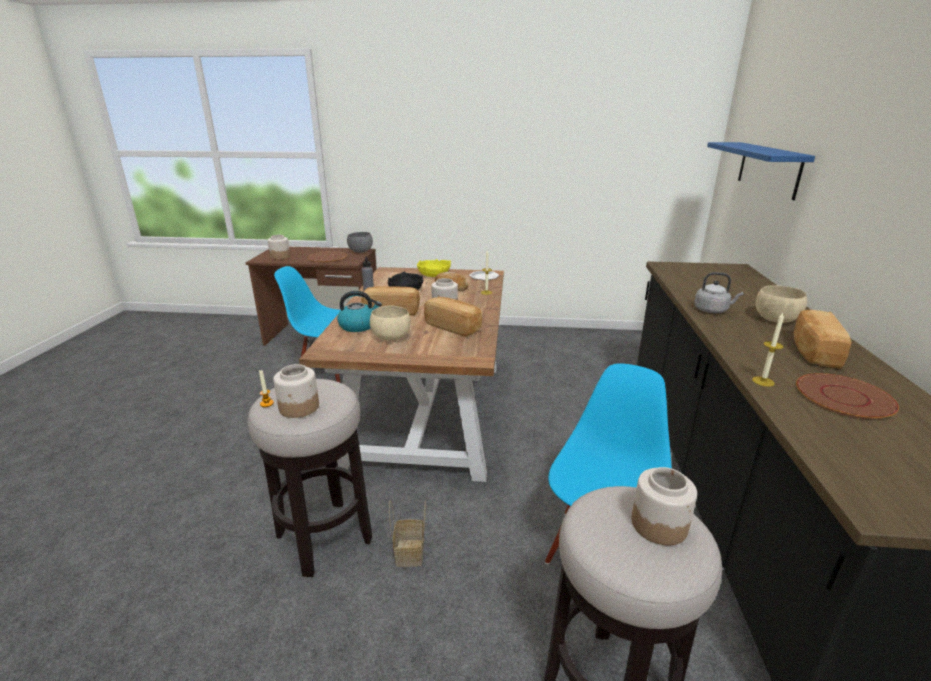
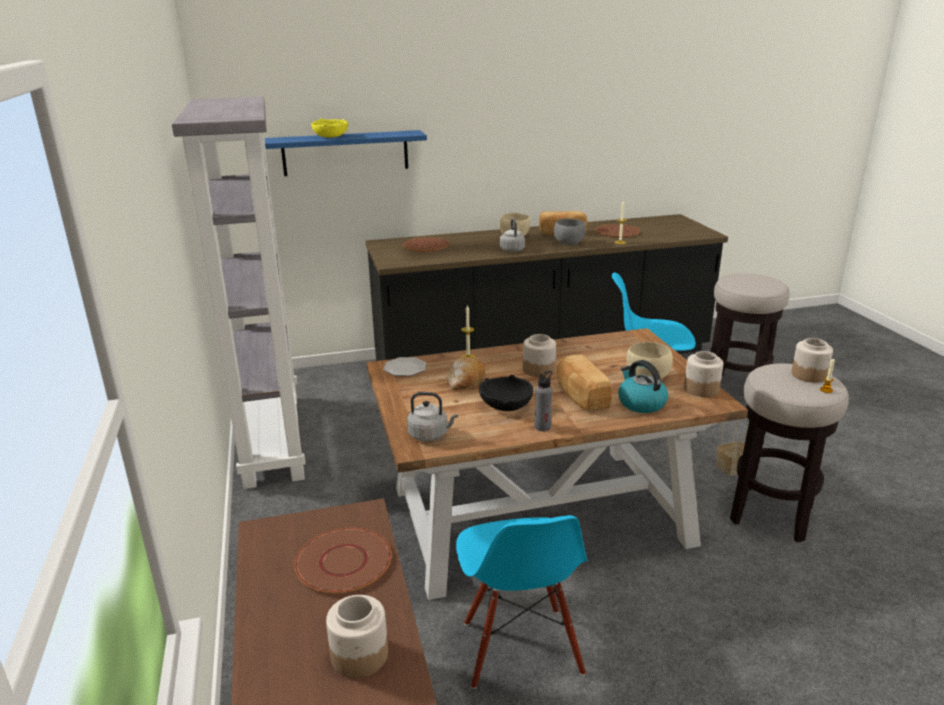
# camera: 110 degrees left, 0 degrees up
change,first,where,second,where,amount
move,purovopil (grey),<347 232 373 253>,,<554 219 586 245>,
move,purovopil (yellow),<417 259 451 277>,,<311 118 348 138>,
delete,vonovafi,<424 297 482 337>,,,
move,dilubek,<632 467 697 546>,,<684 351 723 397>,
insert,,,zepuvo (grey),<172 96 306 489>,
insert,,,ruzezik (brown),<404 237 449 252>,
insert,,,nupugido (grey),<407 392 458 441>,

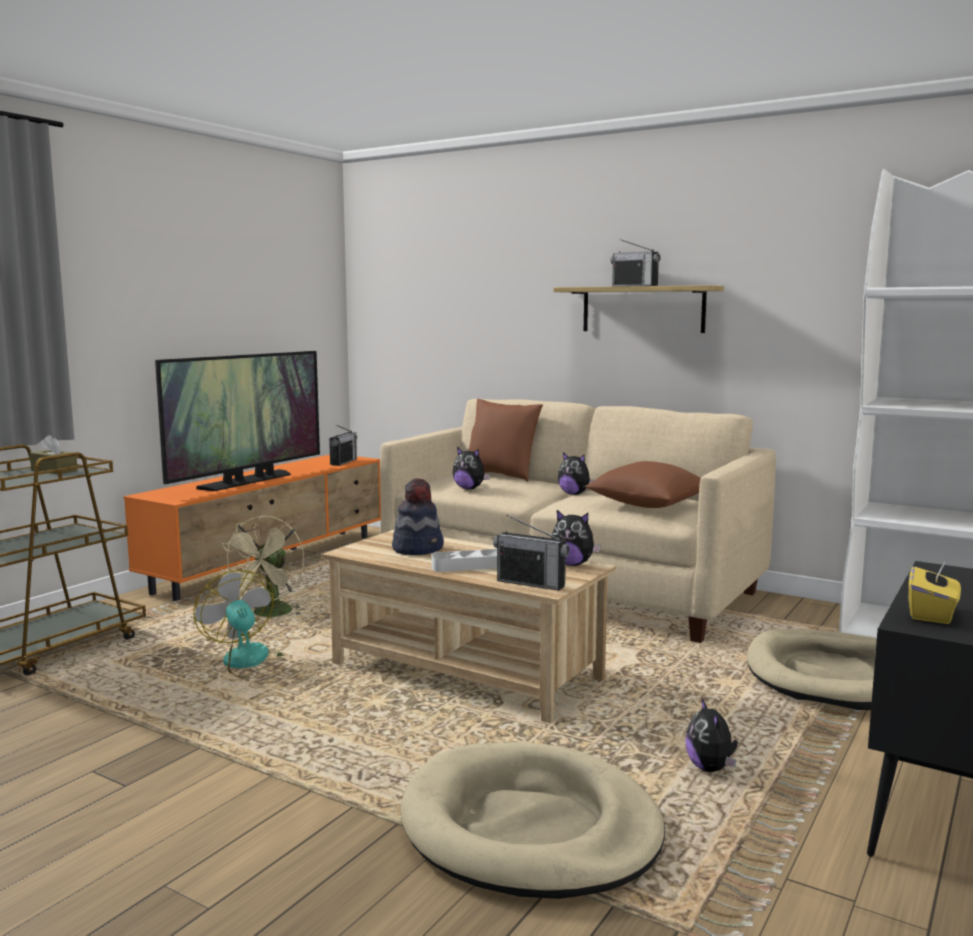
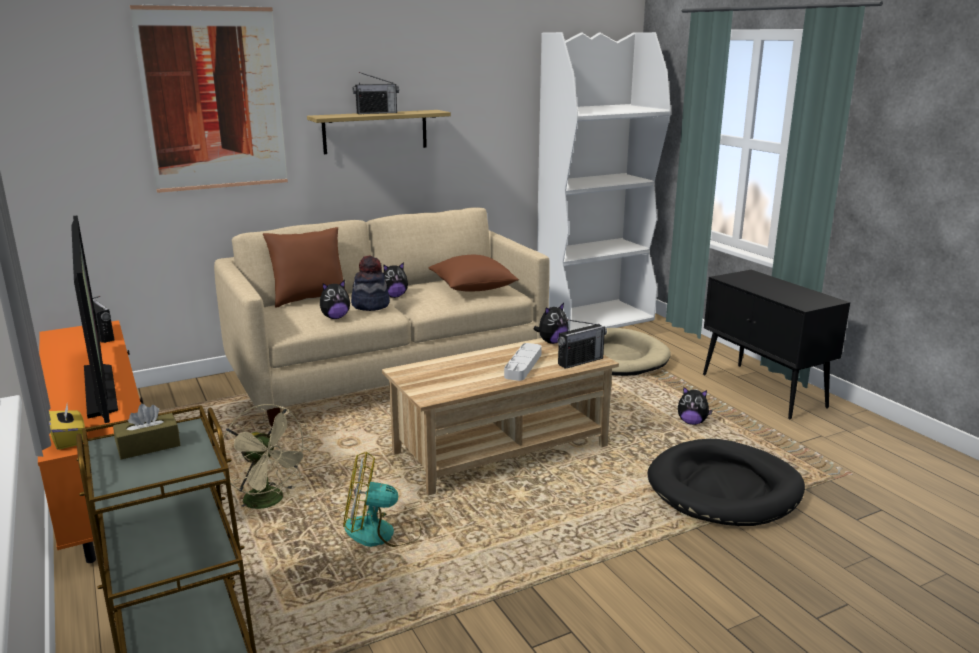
# camera: 60 degrees left, 10 degrees up
change,first,where,second,where,amount
move,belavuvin,<392 478 444 555>,,<351 255 390 311>,
recolor,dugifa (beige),<400 742 665 899>,dugifa (black),<647 439 805 526>,
move,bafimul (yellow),<909 560 961 624>,,<49 404 85 450>,
insert,,,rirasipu,<130 4 288 193>,

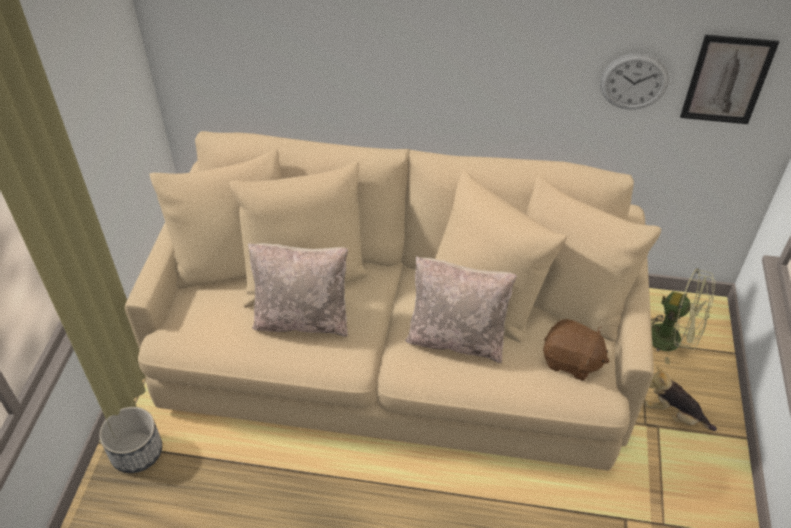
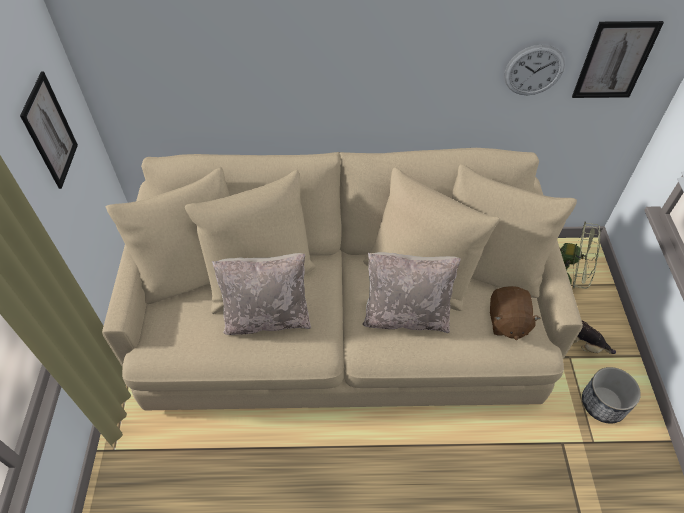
# camera: 10 degrees left, 5 degrees up
change,first,where,second,where,amount
move,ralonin,<99 407 162 473>,,<582 367 641 424>,
rotate,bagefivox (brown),<543 319 610 381>,,<490 286 541 340>,75 degrees clockwise
insert,,,rirasipu,<20 71 78 189>,

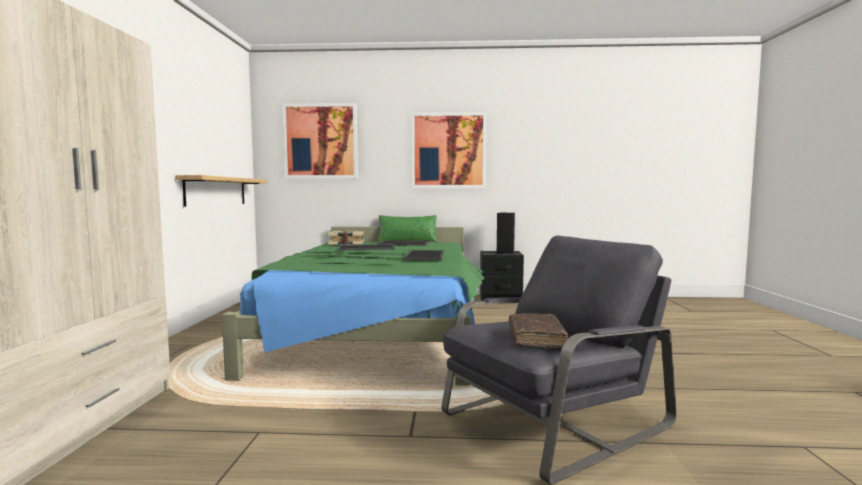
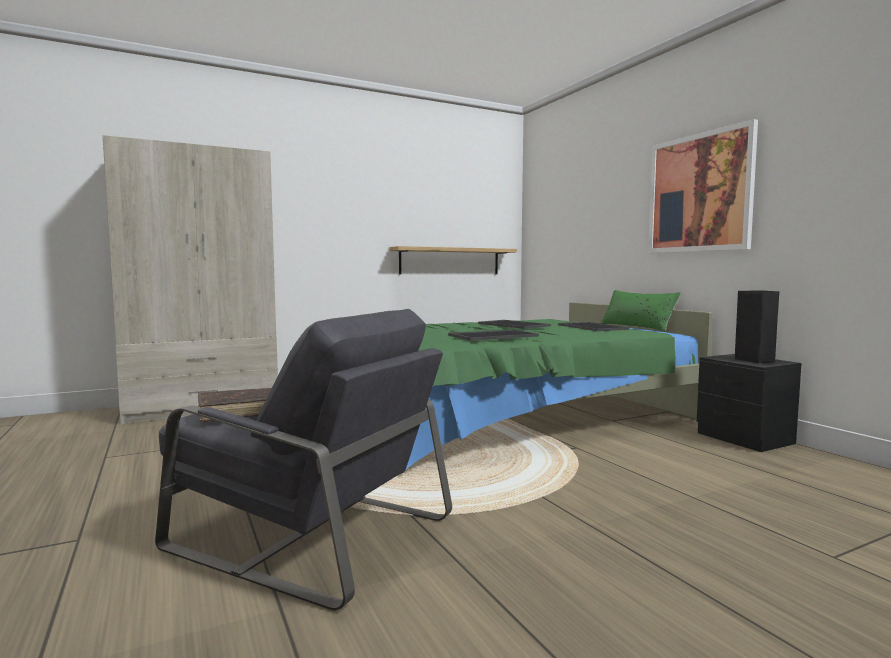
# camera: 60 degrees right, 0 degrees up
change,first,where,second,where,amount
delete,rirasipu,<282 103 358 179>,,,
delete,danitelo,<328 230 364 245>,,,

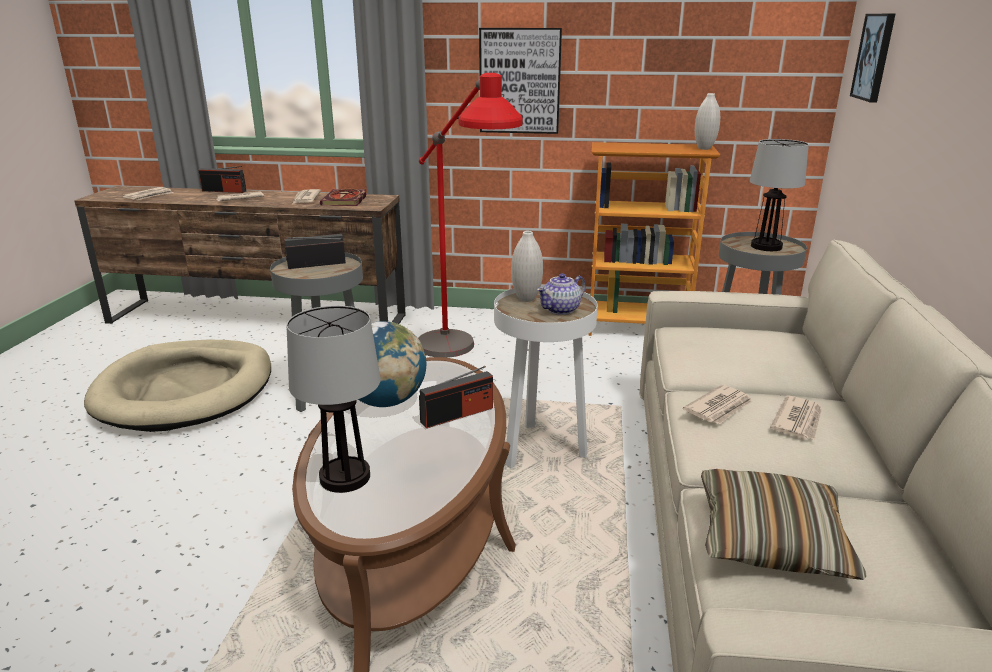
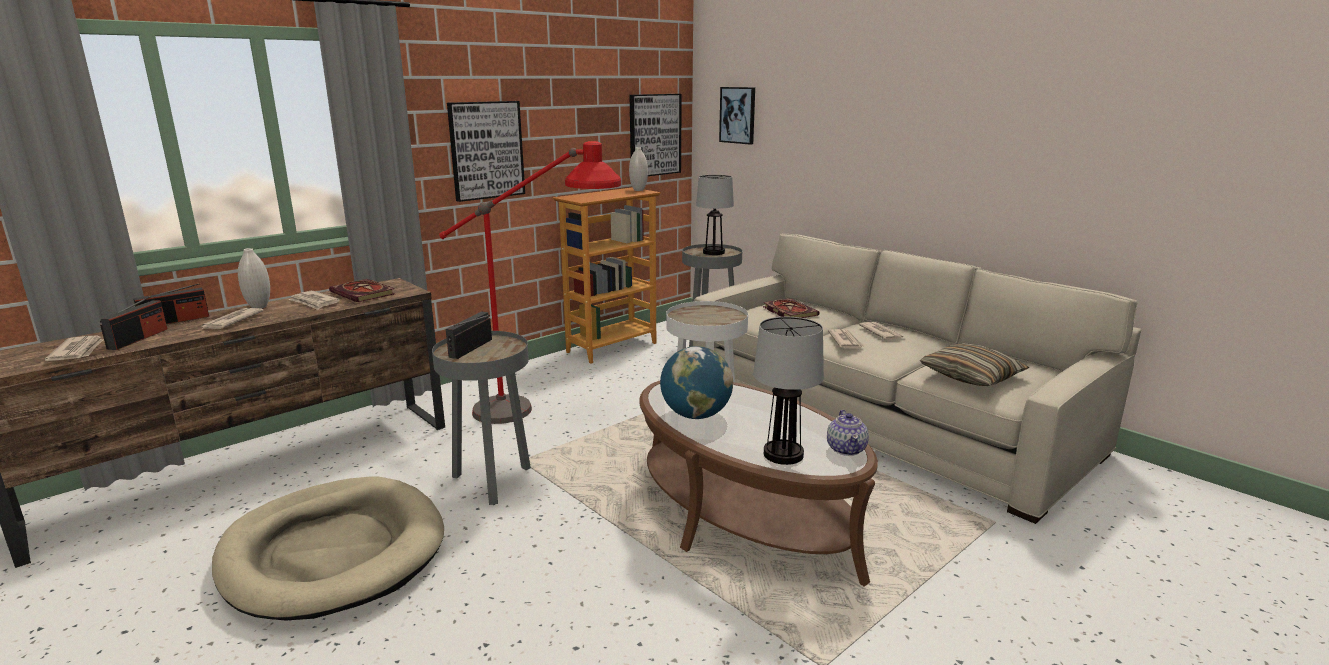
# camera: 50 degrees left, 5 degrees down
change,first,where,second,where,amount
move,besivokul,<419 366 493 428>,,<100 296 167 350>,
move,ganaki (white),<511 231 543 302>,,<238 248 270 309>,
move,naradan,<537 273 586 315>,,<827 410 869 456>,
insert,,,rirasipu,<630 94 682 176>,
insert,,,danitelo,<763 298 820 318>,

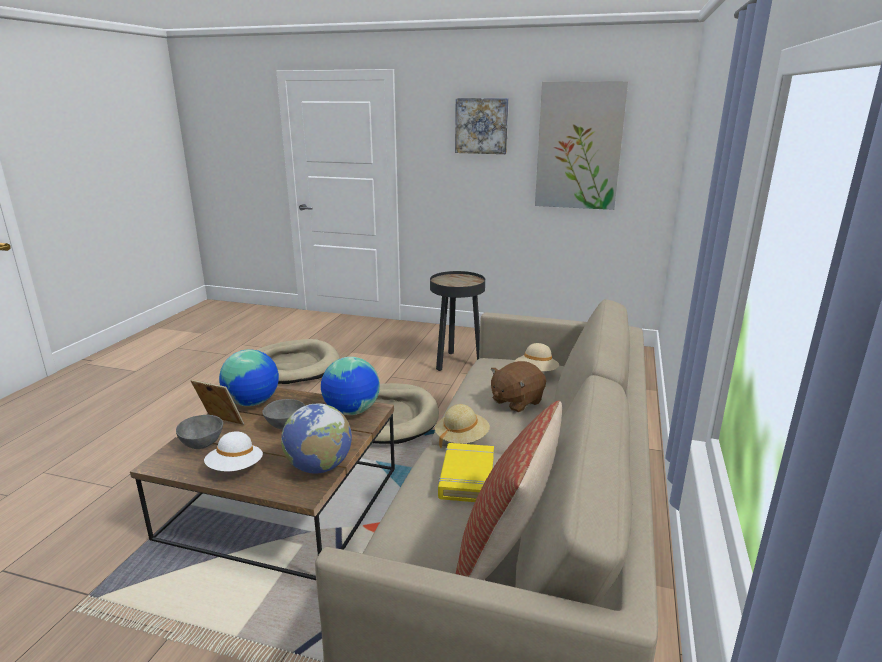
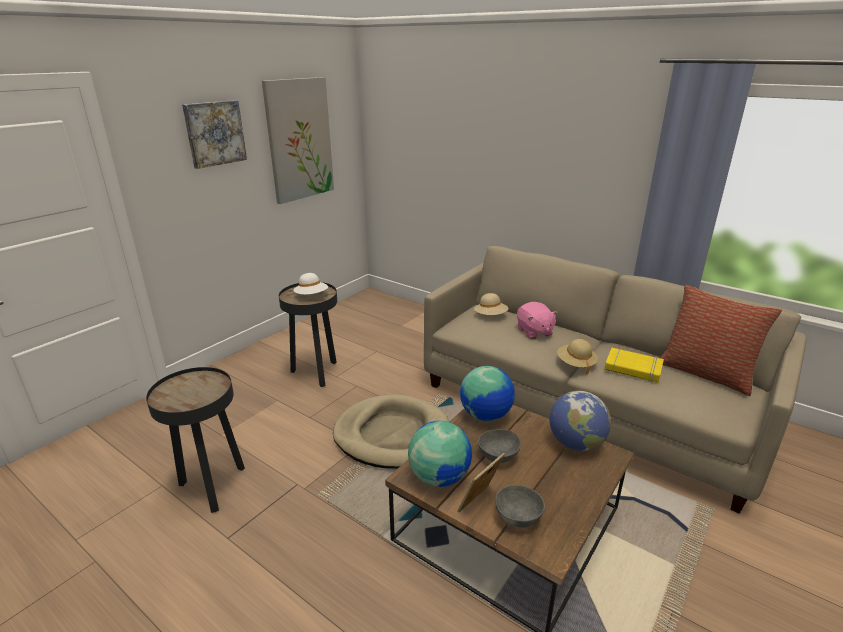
# camera: 70 degrees left, 5 degrees up
change,first,where,second,where,amount
move,belavuvin (white),<204 431 263 472>,,<294 273 328 295>,
replace,dugifa (beige),<257 339 340 384>,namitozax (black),<146 367 245 513>,
recolor,bagefivox (brown),<491 361 546 412>,bagefivox (pink),<517 302 558 339>,

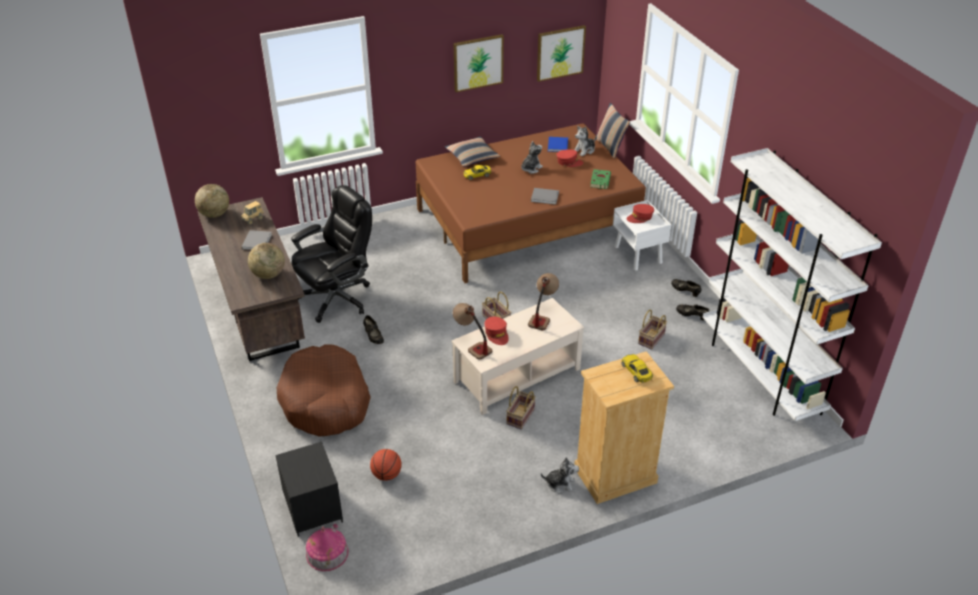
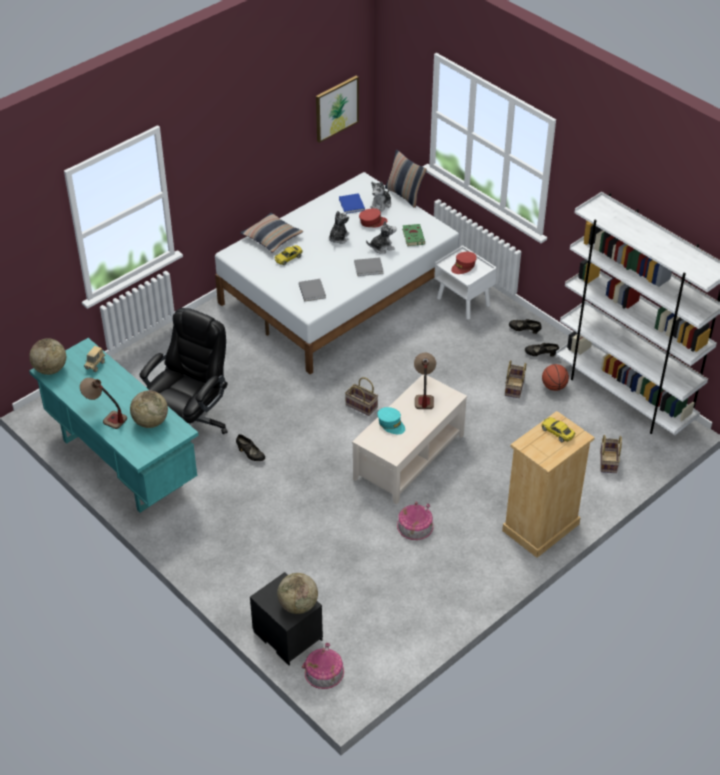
# camera: 20 degrees left, 5 degrees up
change,first,where,second,where,amount
recolor,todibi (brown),<197 197 305 361>,todibi (turquoise),<29 338 199 513>,
move,danitelo (grey),<242 230 272 250>,,<299 279 326 302>,
delete,dugifa (brown),<277 344 371 437>,,,
move,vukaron,<370 449 402 481>,,<542 364 569 391>,
recolor,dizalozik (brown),<416 123 646 283>,dizalozik (white),<215 172 459 375>,
move,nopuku,<453 303 493 360>,,<80 378 127 429>,
delete,rirasipu,<454 34 504 92>,,,
recolor,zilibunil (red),<484 317 509 345>,zilibunil (turquoise),<377 407 405 434>,
move,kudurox,<506 386 535 430>,,<600 435 622 473>,
move,bagefivox,<541 457 579 494>,,<366 221 396 253>,
insert,,,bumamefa,<277 573 318 614>,
insert,,,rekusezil,<397 501 434 540>,

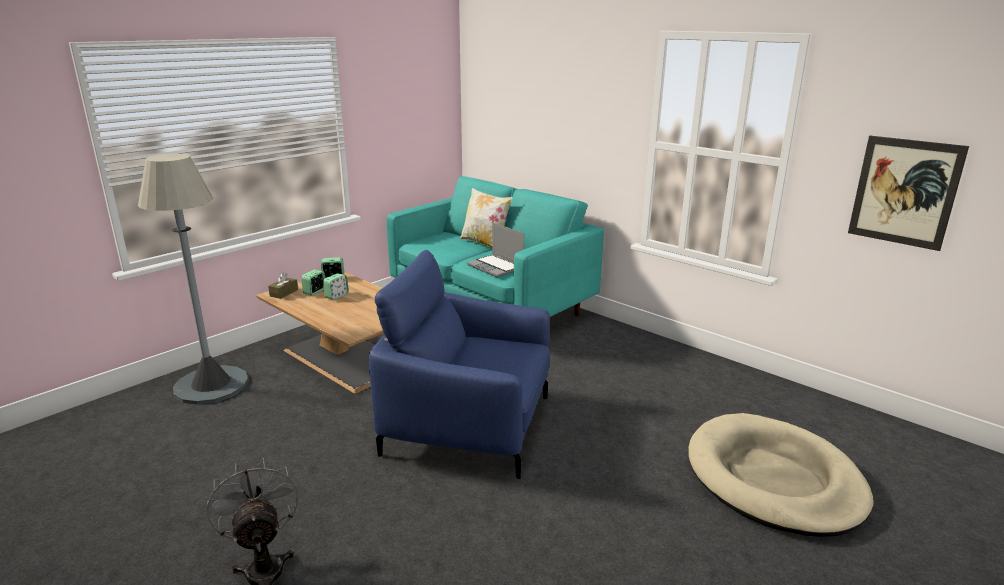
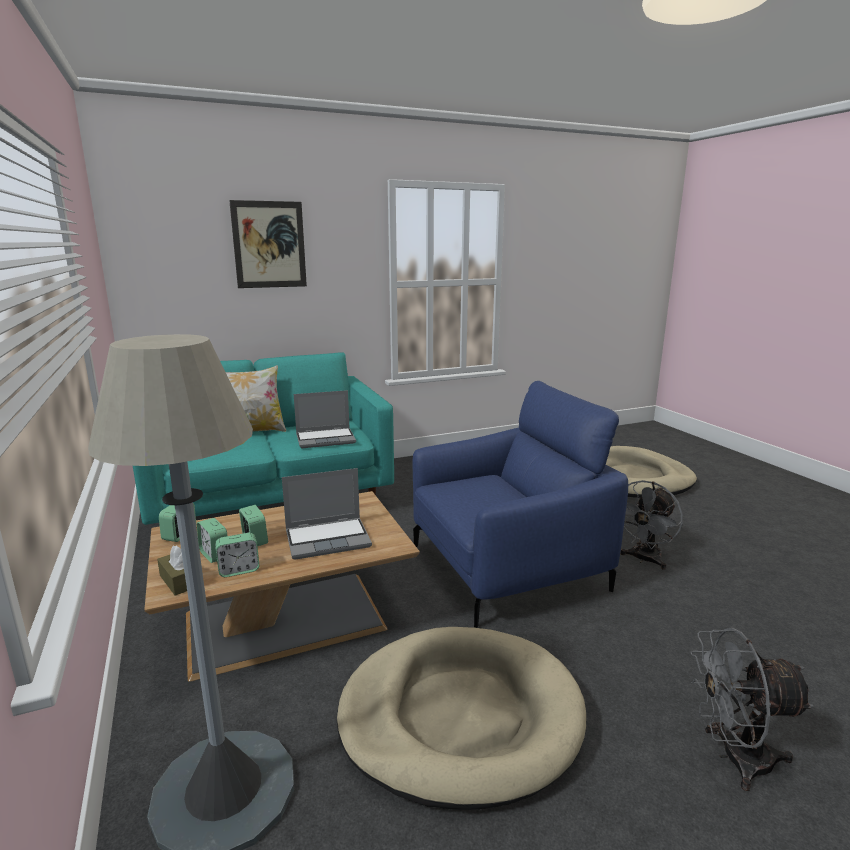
# camera: 65 degrees left, 5 degrees down
change,first,where,second,where,amount
rotate,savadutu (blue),<369 250 550 479>,,<413 381 628 628>,150 degrees counterclockwise
move,rirasipu,<848 135 969 251>,,<229 200 307 288>,
insert,,,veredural,<215 533 259 577>,
insert,,,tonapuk,<282 468 372 560>,
insert,,,dugifa (beige),<337 627 586 810>,
insert,,,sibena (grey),<620 480 683 570>,

